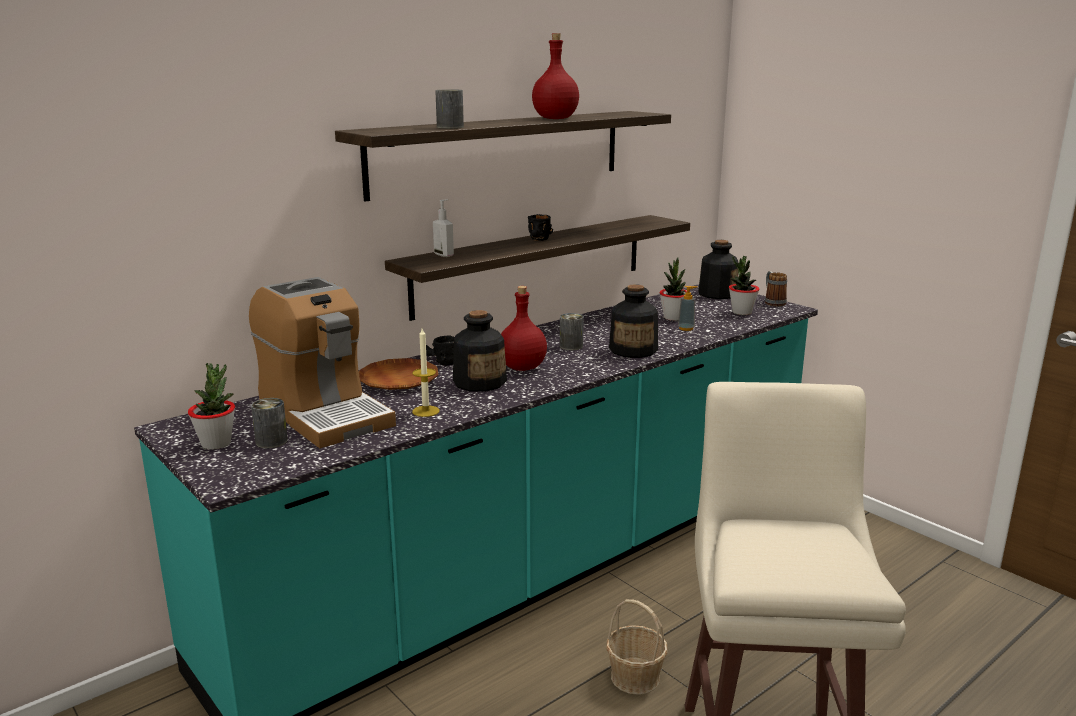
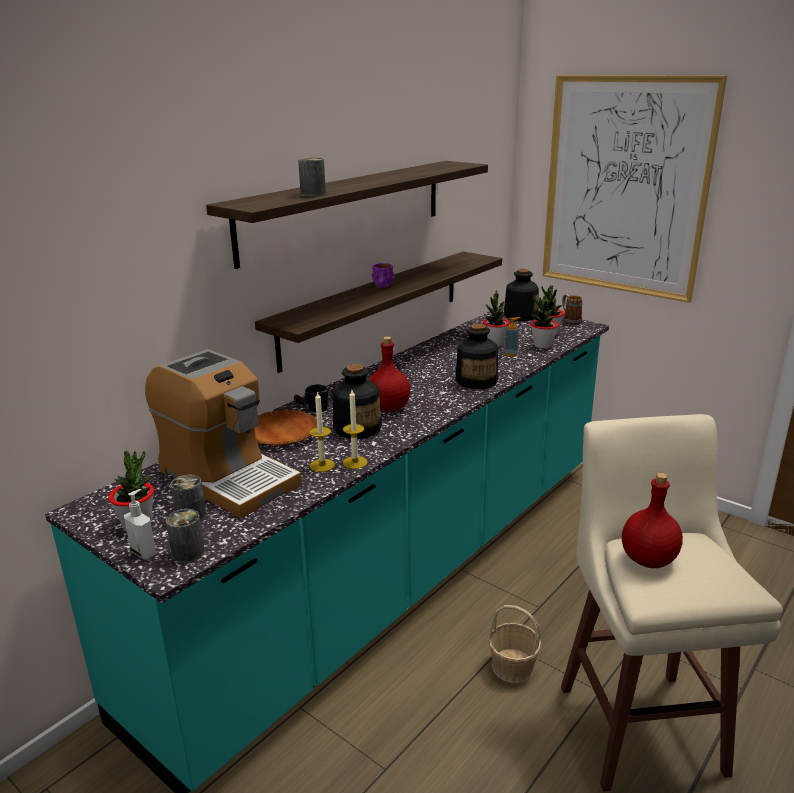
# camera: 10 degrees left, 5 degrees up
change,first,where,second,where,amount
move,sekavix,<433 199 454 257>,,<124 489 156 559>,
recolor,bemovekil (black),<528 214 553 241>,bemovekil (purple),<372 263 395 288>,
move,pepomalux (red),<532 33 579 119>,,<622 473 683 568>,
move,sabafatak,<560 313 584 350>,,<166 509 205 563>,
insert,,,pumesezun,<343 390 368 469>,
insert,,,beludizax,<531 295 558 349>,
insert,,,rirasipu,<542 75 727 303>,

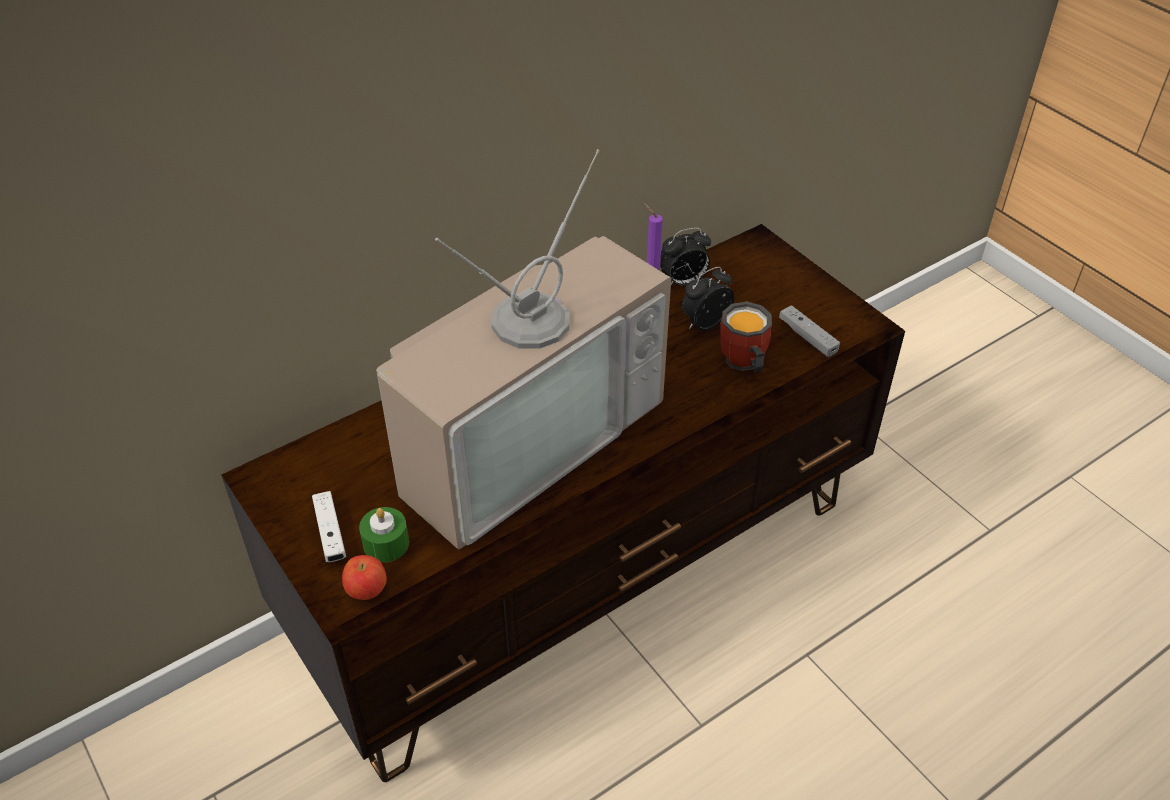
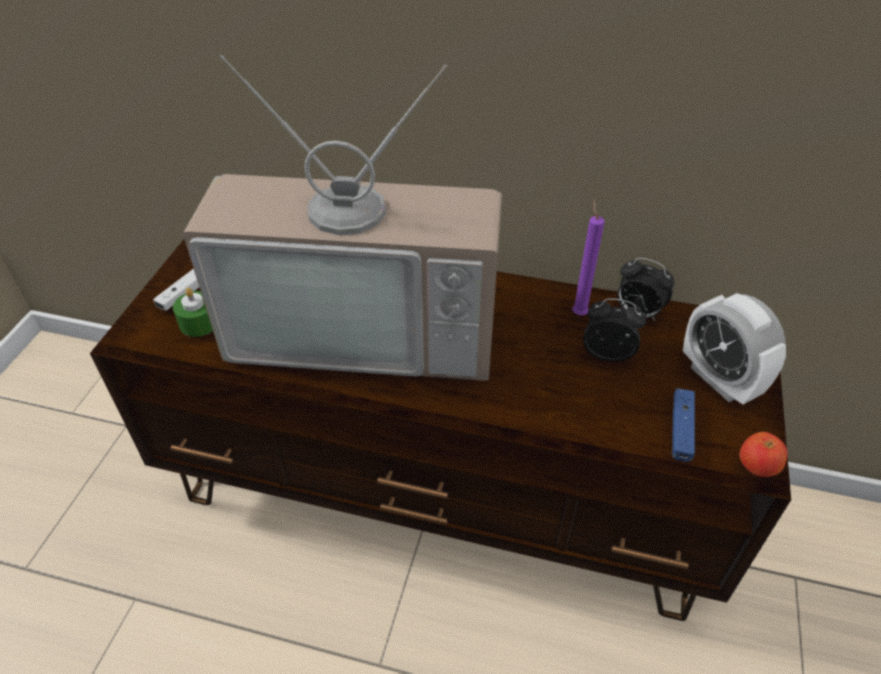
# camera: 50 degrees right, 0 degrees up
change,first,where,second,where,amount
move,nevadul,<342 555 387 600>,,<740 432 788 477>,
delete,bemovekil,<720 301 772 372>,,,
recolor,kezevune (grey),<779 305 840 357>,kezevune (blue),<672 388 695 462>,
insert,,,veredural,<683 293 786 405>,

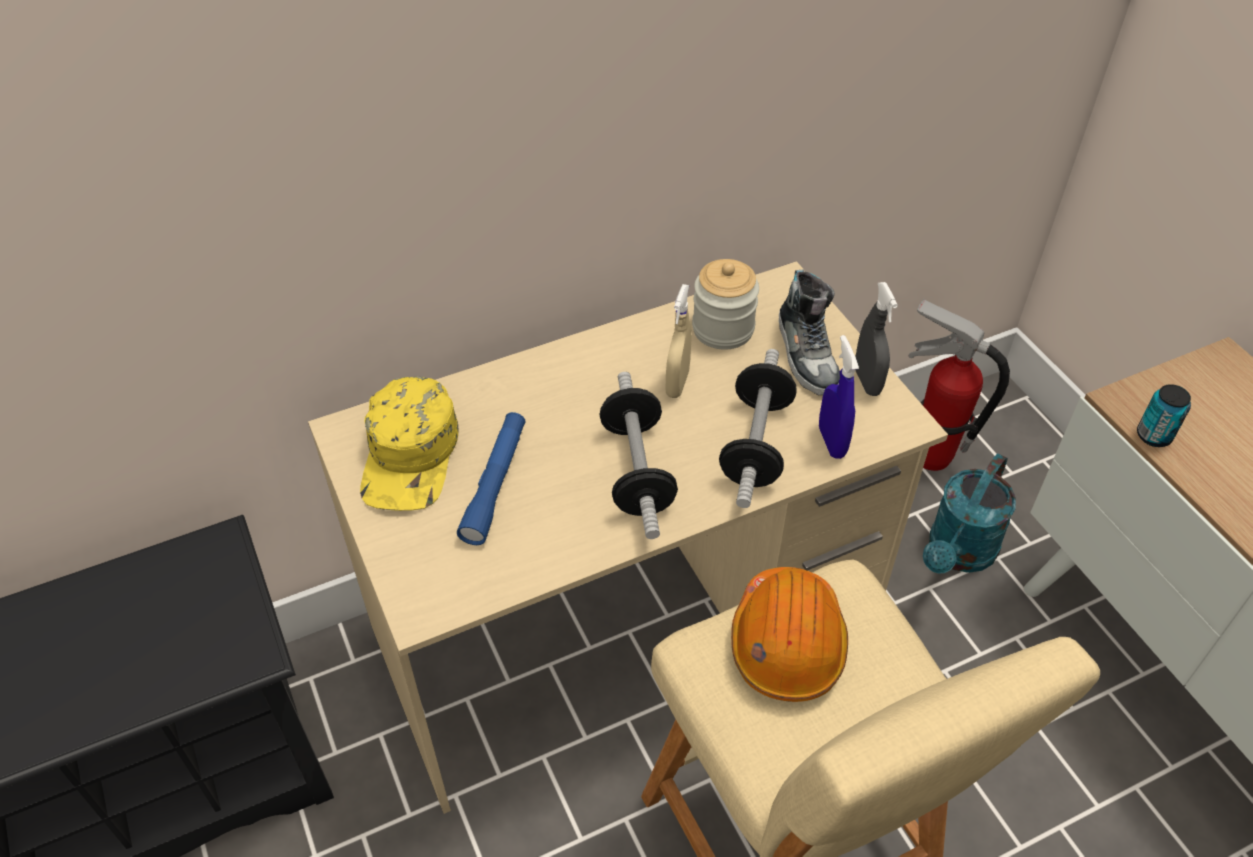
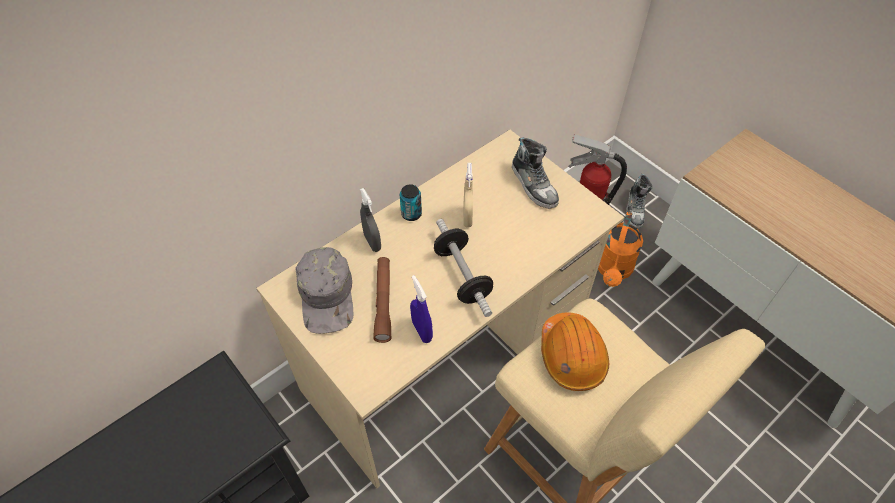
# camera: 15 degrees left, 5 degrees up
change,first,where,second,where,amount
recolor,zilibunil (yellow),<360 376 458 511>,zilibunil (grey),<296 247 353 334>,
recolor,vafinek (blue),<457 412 526 545>,vafinek (brown),<373 257 391 343>,
delete,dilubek,<692 259 759 350>,,,
delete,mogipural,<719 349 797 508>,,,
move,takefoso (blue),<819 335 859 459>,,<410 275 433 343>,
move,takefoso (grey),<855 282 898 396>,,<360 188 381 252>,
recolor,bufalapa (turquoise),<923 453 1016 573>,bufalapa (orange),<598 212 643 287>,
move,sabafatak,<1137 384 1191 447>,,<400 184 422 221>,
insert,,,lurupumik,<626 174 653 228>,

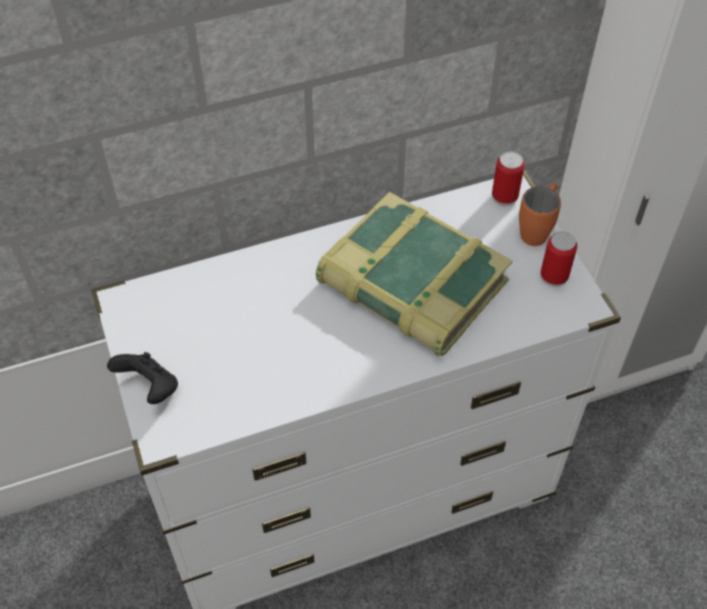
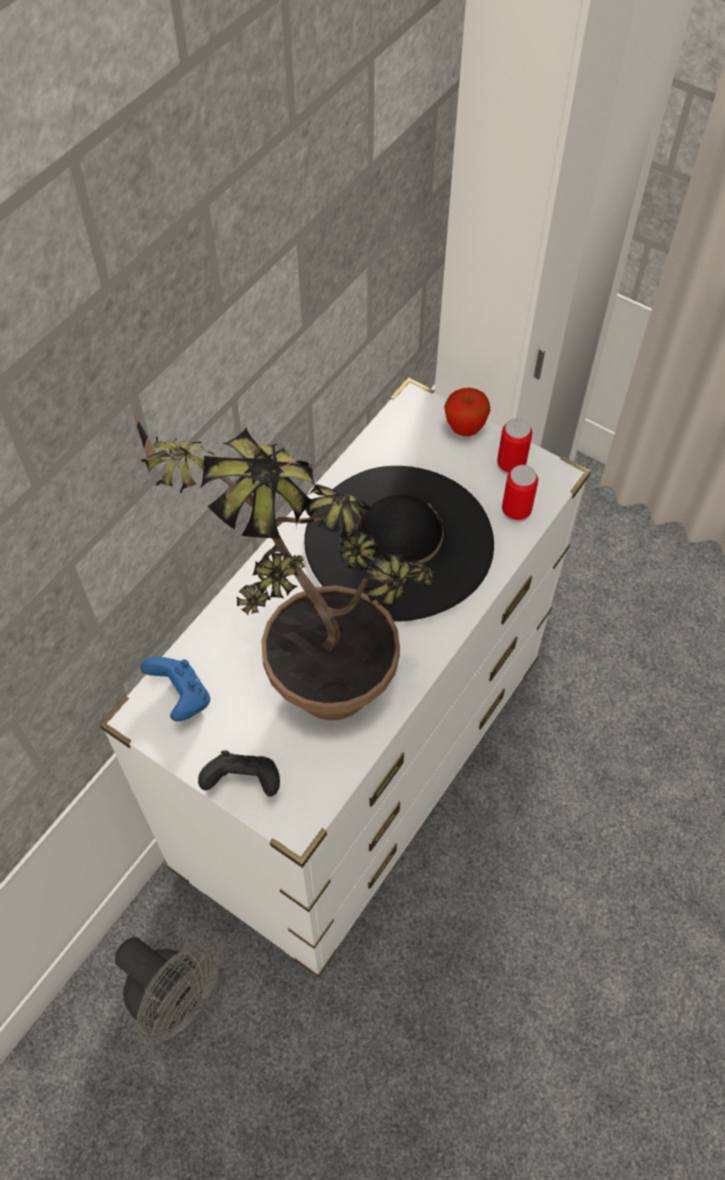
# camera: 35 degrees left, 5 degrees up
change,first,where,second,where,amount
replace,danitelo,<316 192 513 356>,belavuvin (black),<304 466 494 622>,
move,sabafatak,<492 151 525 206>,,<502 465 538 522>,
replace,bemovekil (orange),<519 183 561 246>,nevadul,<444 388 491 436>,
insert,,,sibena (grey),<115 937 220 1043>,
insert,,,beludizax,<131 408 437 720>,
insert,,,kezevune (blue),<140 657 210 721>,

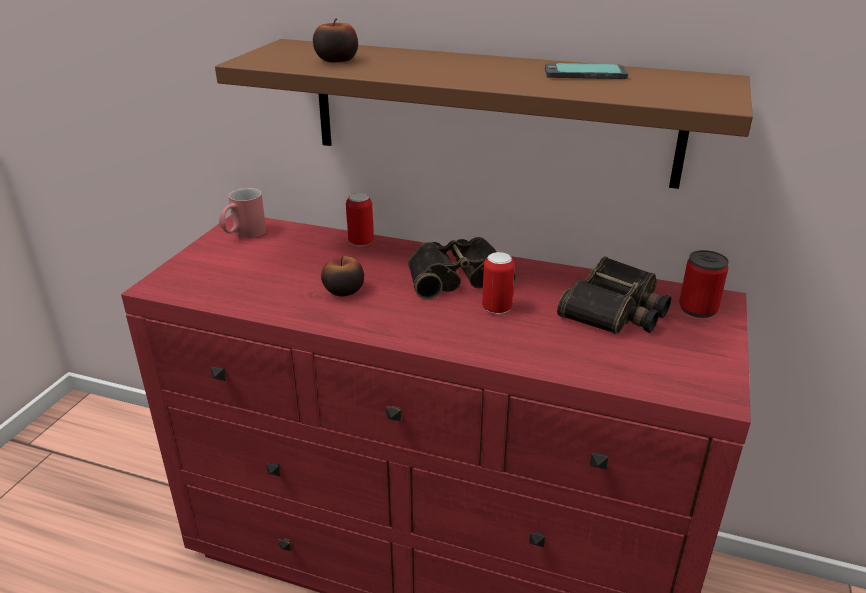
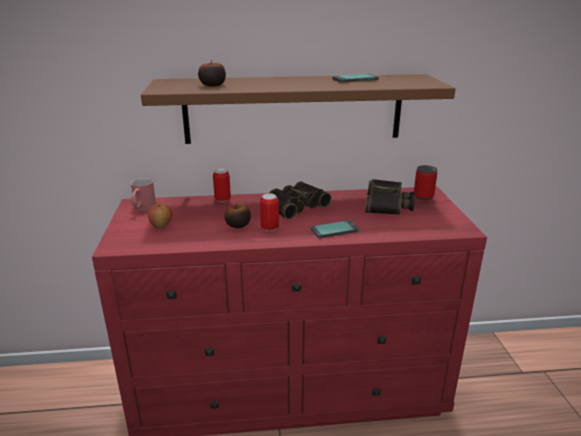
# camera: 25 degrees left, 5 degrees down
change,first,where,second,where,amount
move,sabafatak,<482 252 515 314>,,<260 194 279 231>,
insert,,,nevadul,<148 203 172 228>,
insert,,,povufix,<311 220 359 238>,

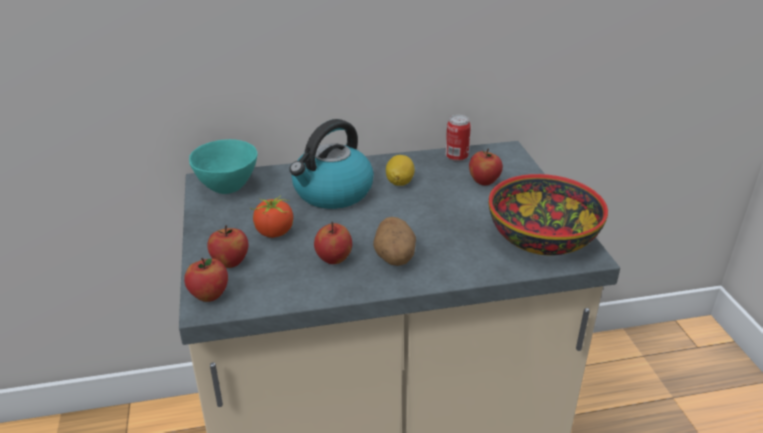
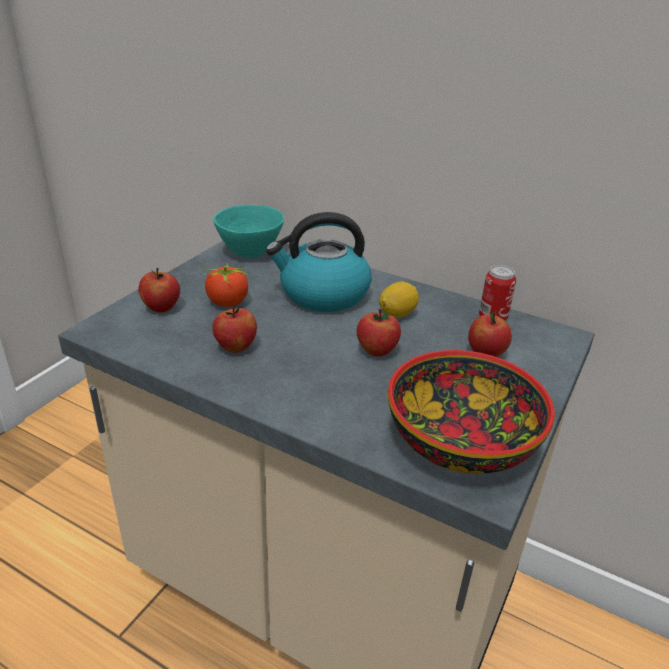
# camera: 40 degrees right, 0 degrees up
change,first,where,second,where,amount
move,nevadul,<184 258 228 302>,,<357 309 401 357>,
delete,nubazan,<373 217 416 266>,,,

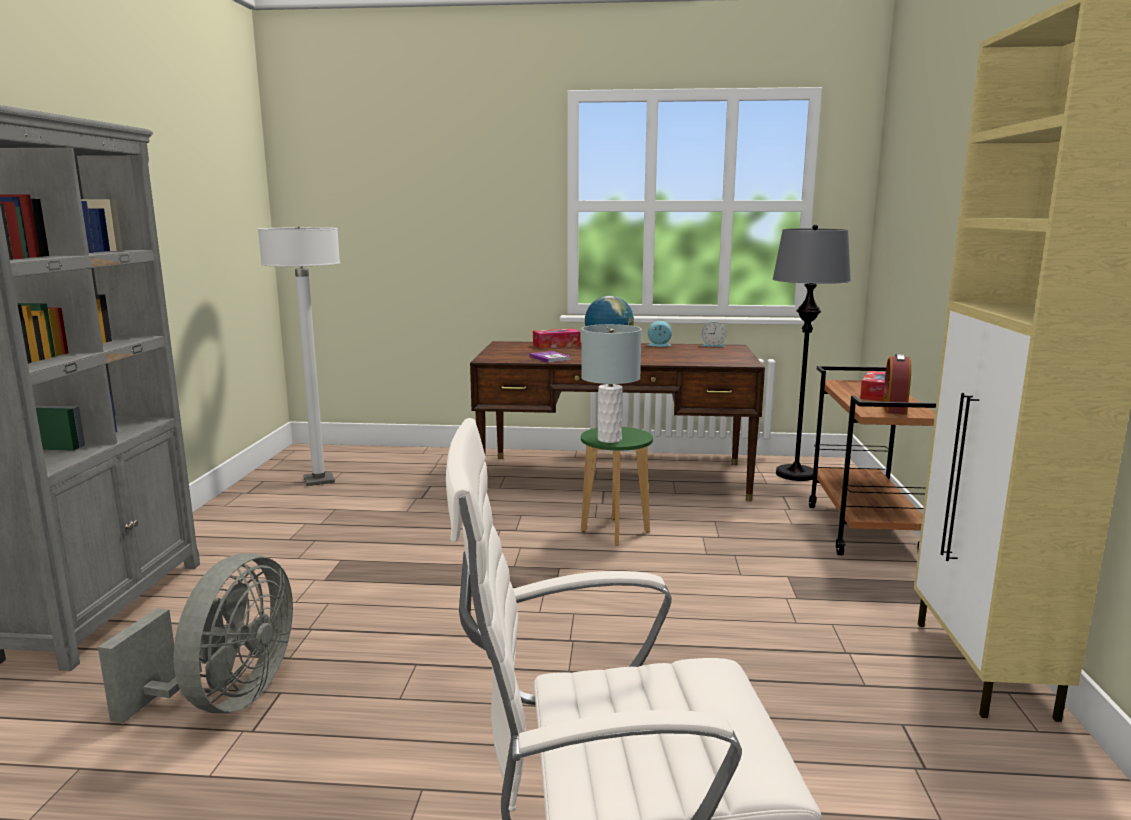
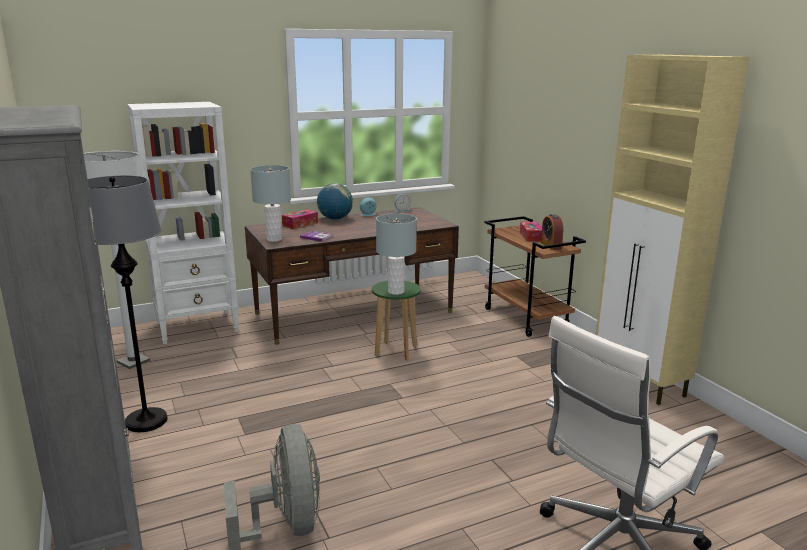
# camera: 30 degrees left, 5 degrees up
change,first,where,second,where,amount
move,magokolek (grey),<772 225 851 481>,,<88 176 168 432>,
insert,,,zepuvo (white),<128 102 239 344>,
insert,,,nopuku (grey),<250 165 291 242>,

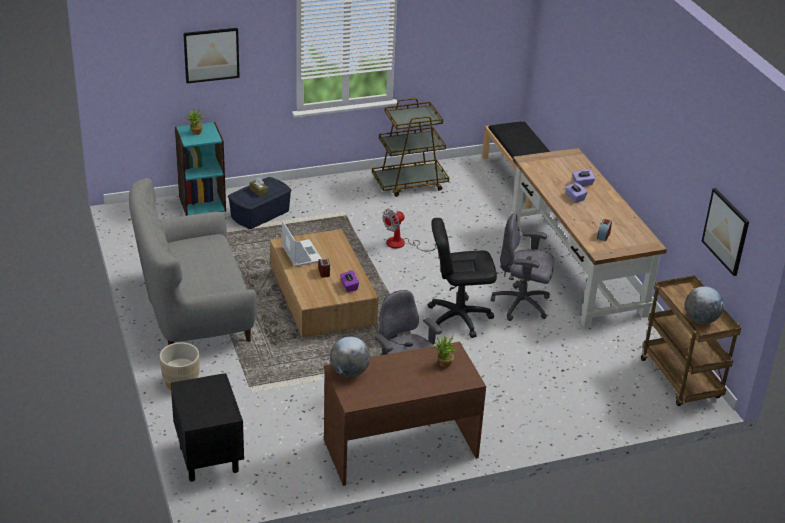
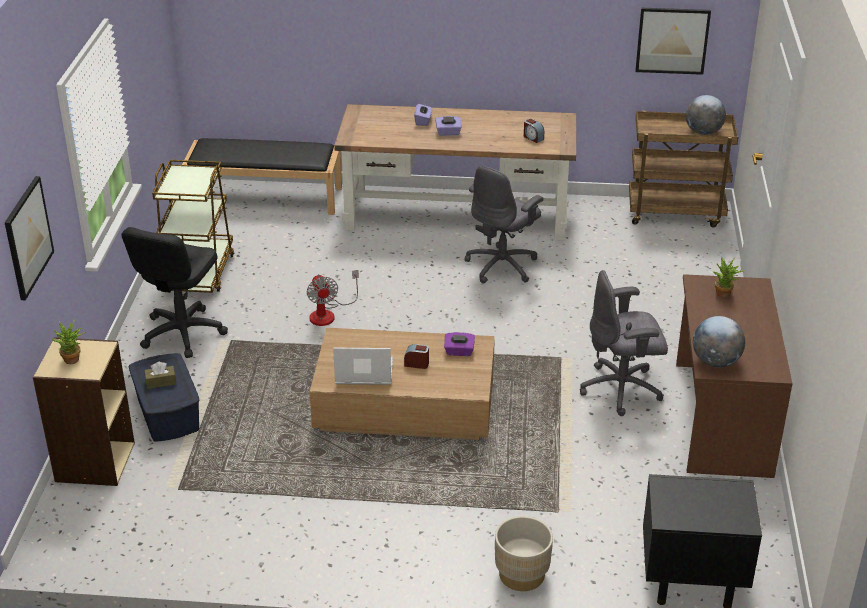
# camera: 65 degrees left, 0 degrees up
change,first,where,second,where,amount
delete,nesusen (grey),<129 178 257 345>,,,
recolor,zepuvo (turquoise),<175 122 226 216>,zepuvo (beige),<33 337 135 486>,
move,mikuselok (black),<428 218 497 338>,,<121 227 228 358>,

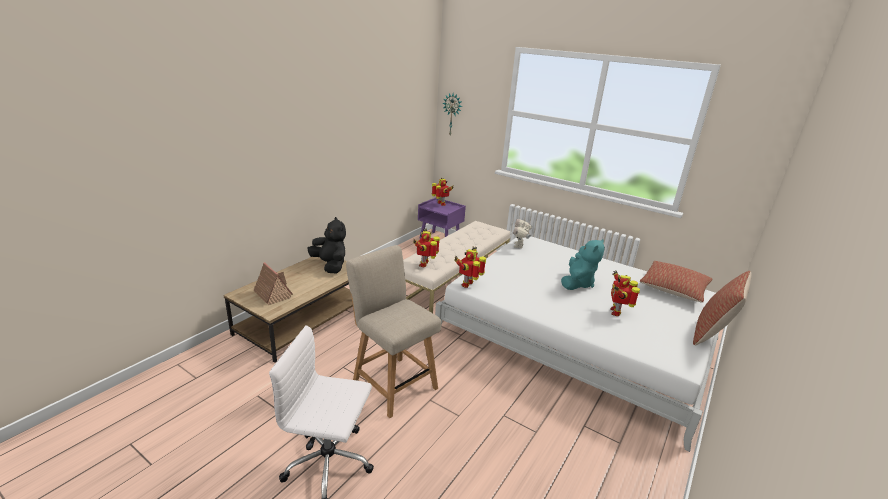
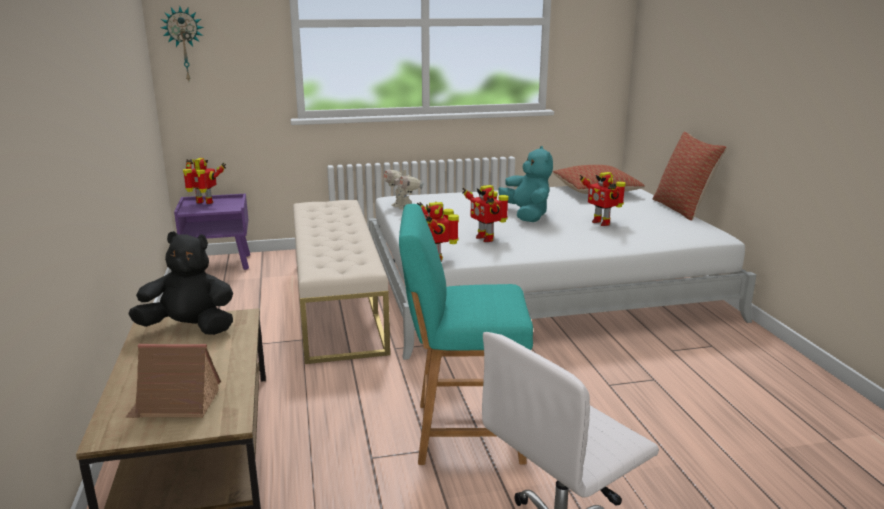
# camera: 45 degrees left, 5 degrees down
change,first,where,second,where,amount
recolor,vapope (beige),<346 245 441 418>,vapope (turquoise),<399 204 533 465>,
move,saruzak,<413 228 440 267>,,<462 185 508 242>,

